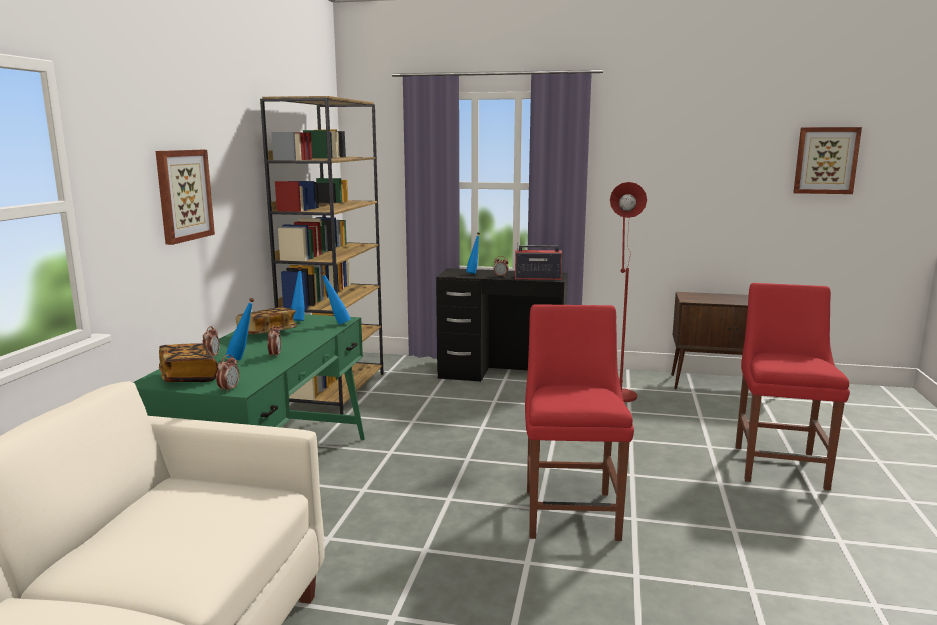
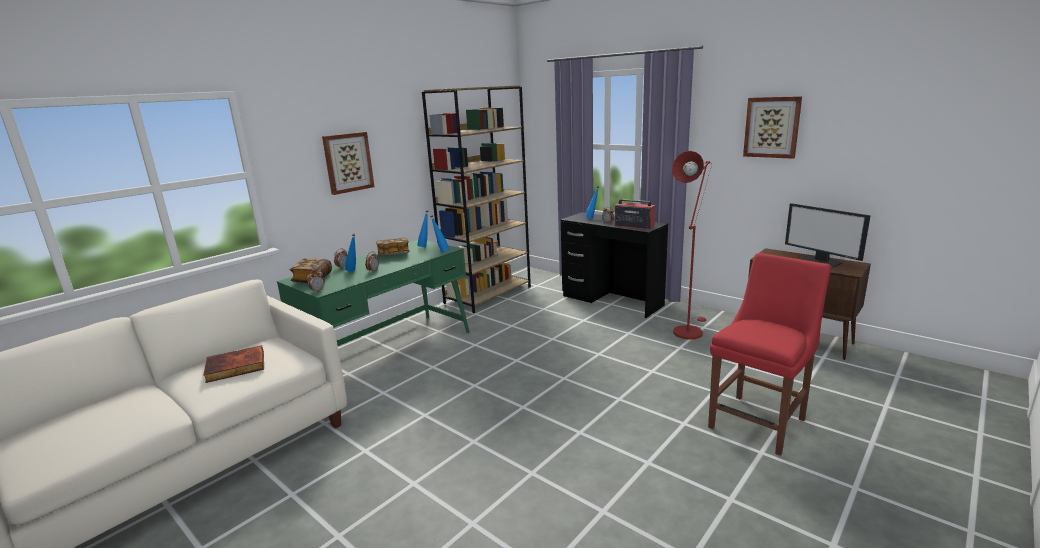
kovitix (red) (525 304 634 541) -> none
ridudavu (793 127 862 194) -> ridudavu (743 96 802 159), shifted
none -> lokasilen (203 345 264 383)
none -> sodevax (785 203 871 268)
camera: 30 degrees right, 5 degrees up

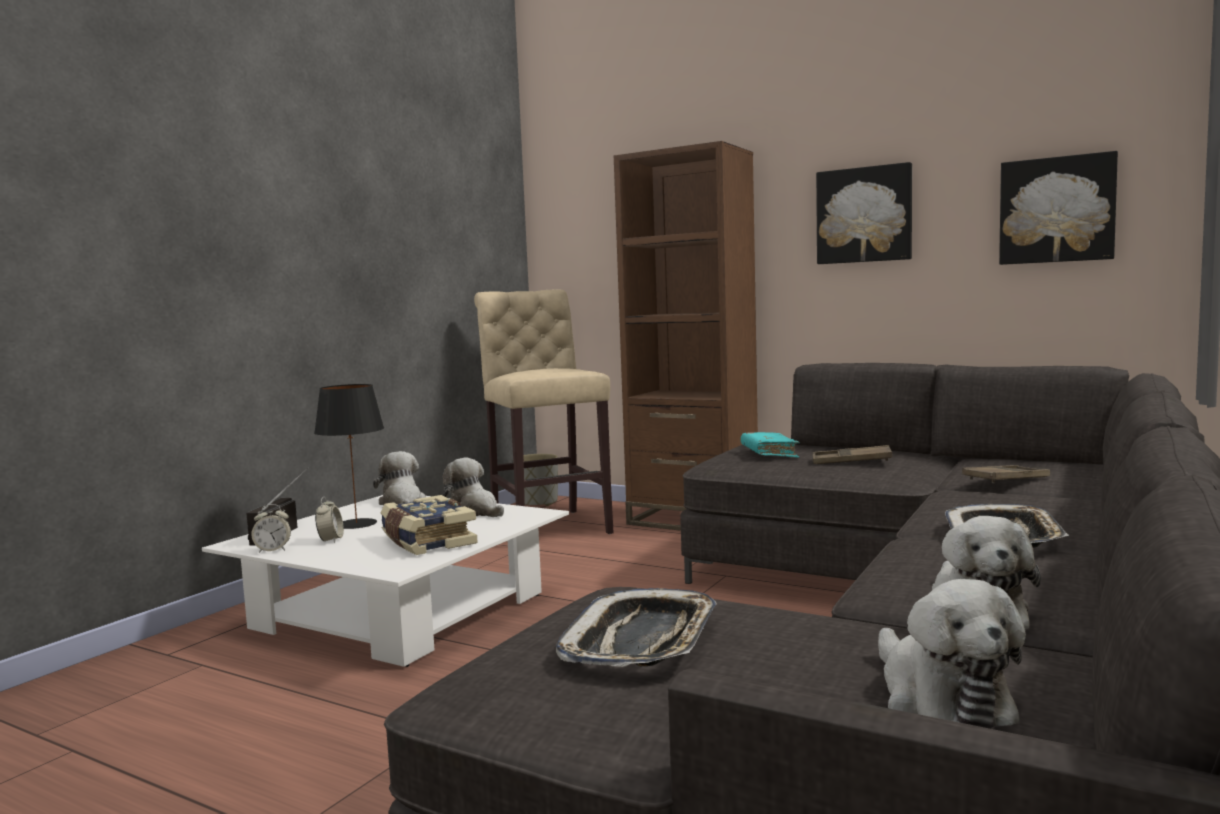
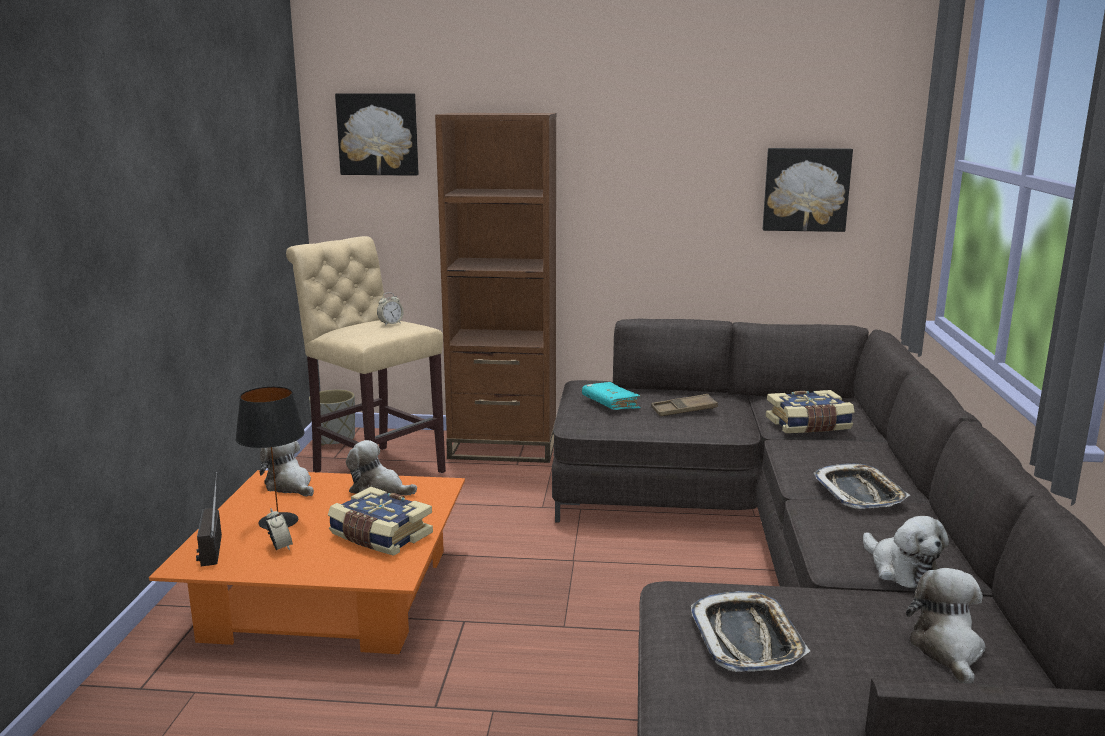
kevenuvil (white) (202 495 569 667) -> kevenuvil (orange) (149 470 465 654)
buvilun (251 504 291 553) -> buvilun (377 292 404 326), shifted
ridudavu (816 162 912 264) -> ridudavu (335 93 419 176), shifted
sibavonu (878 579 1026 729) -> sibavonu (906 568 985 684), 135 degrees counterclockwise
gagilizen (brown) (962 465 1050 483) -> lokasilen (766 390 855 433)
camera: 25 degrees left, 10 degrees up

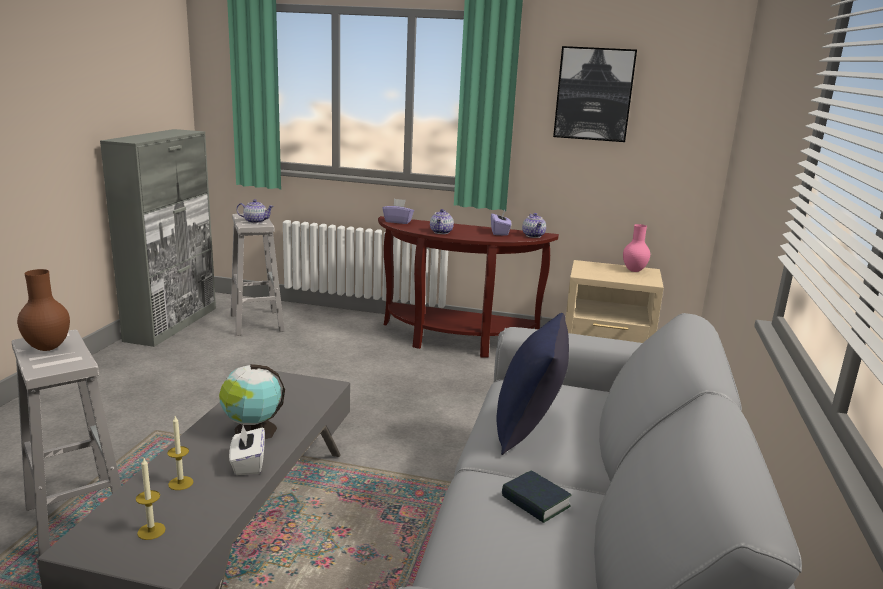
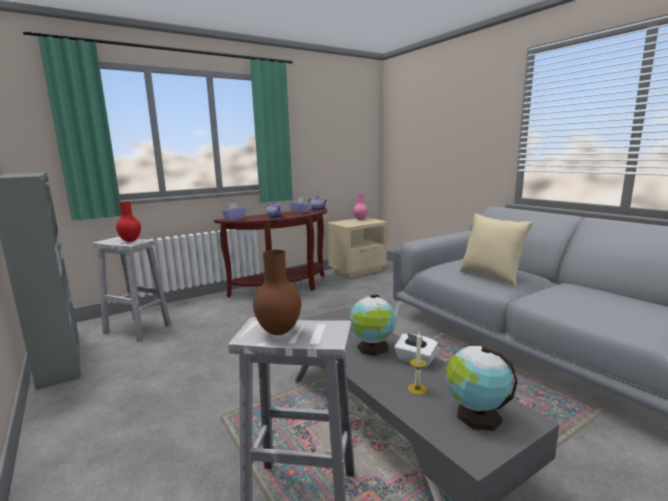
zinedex (136 458 166 540) -> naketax (446 346 517 431)
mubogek (236 199 274 223) -> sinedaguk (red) (116 202 141 242)
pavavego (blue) (497 313 569 455) -> pavavego (beige) (460 214 534 286)
lokasilen (502 471 572 523) -> none
ridudavu (553 46 637 142) -> none
camera: 45 degrees left, 5 degrees down

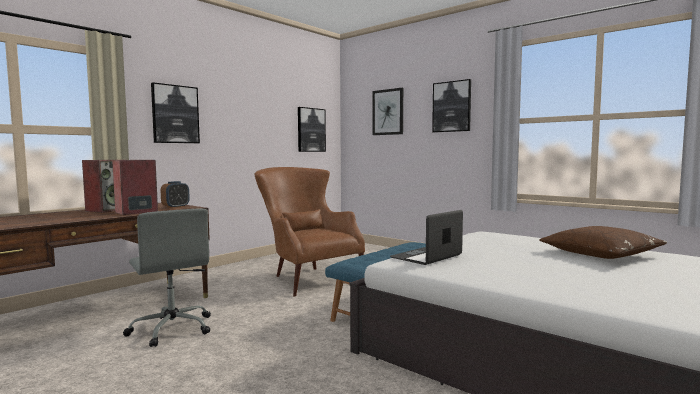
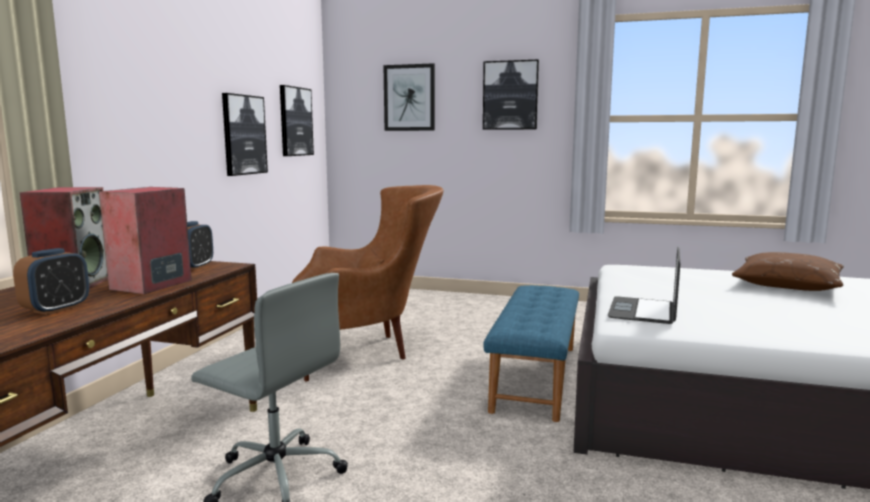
ridudavu (151 82 200 143) -> ridudavu (222 93 268 176), shifted
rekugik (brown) (255 167 365 297) -> rekugik (brown) (292 185 444 382), 135 degrees clockwise
none -> buvilun (13 248 89 315)
camera: 25 degrees left, 5 degrees up

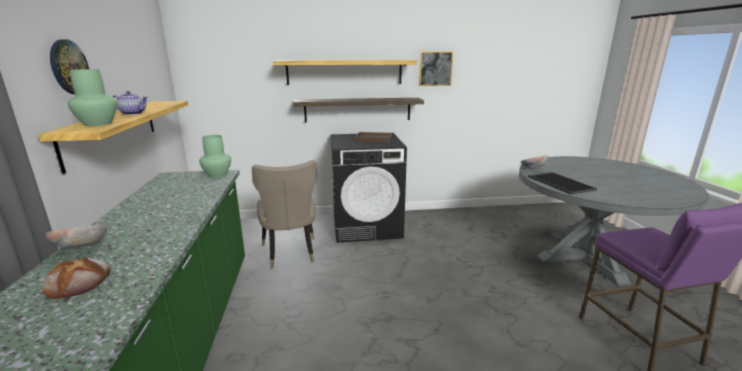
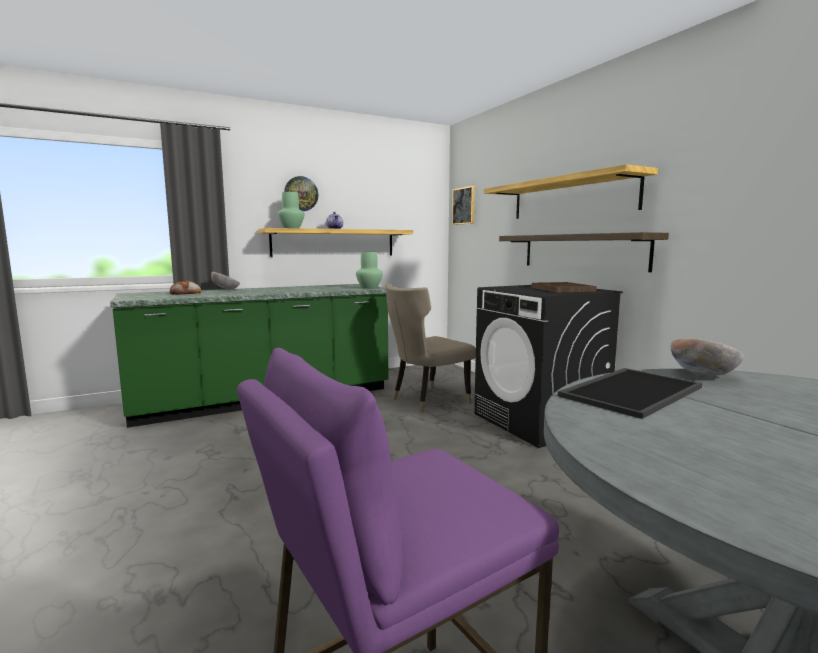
ridudavu (419 51 454 86) -> ridudavu (452 186 475 225), shifted
camera: 70 degrees right, 10 degrees down

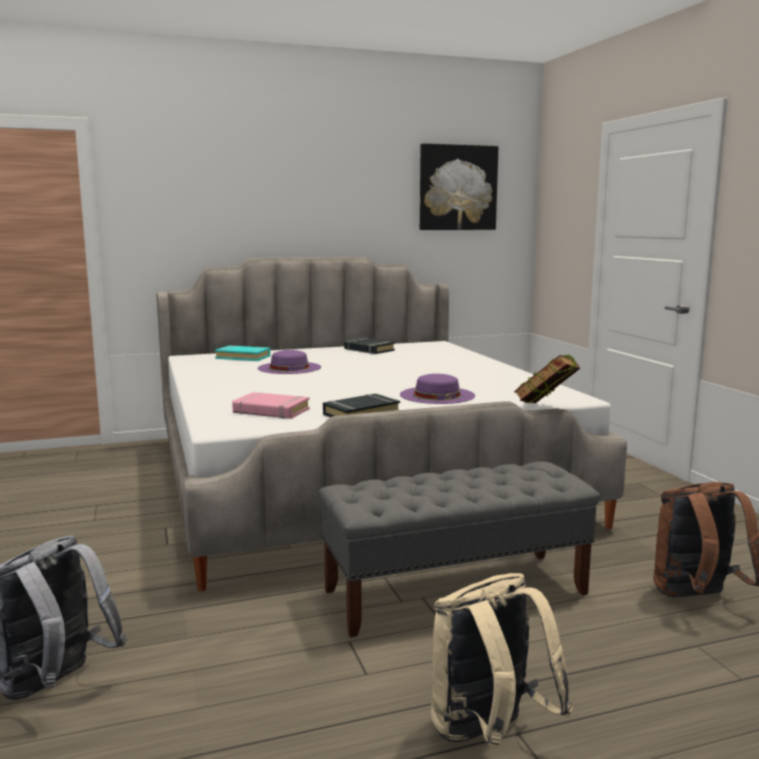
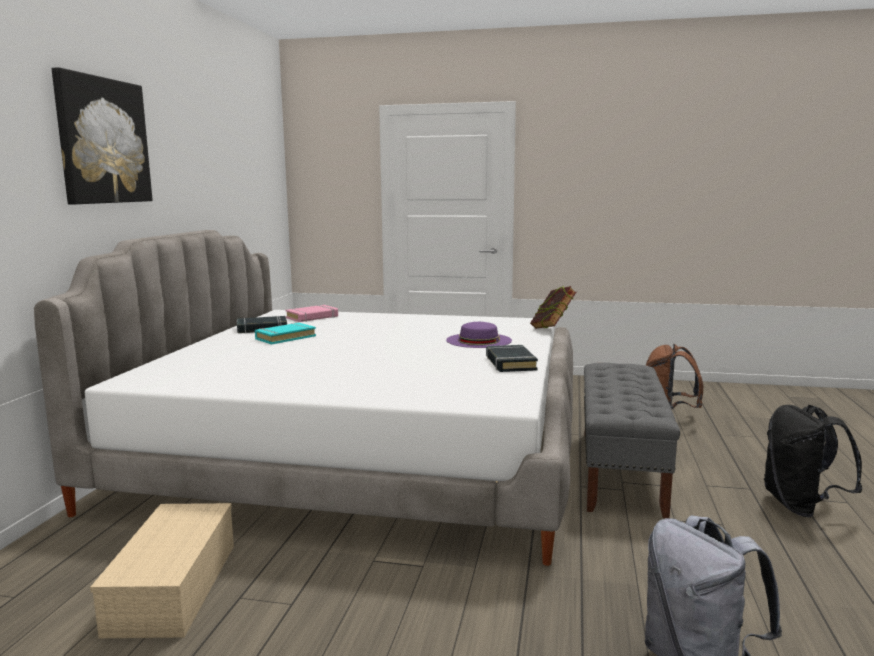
lokasilen (turquoise) (215 345 270 361) -> lokasilen (turquoise) (255 323 316 344), shifted
lokasilen (pink) (232 392 310 419) -> lokasilen (pink) (286 305 338 322), shifted
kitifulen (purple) (258 350 321 374) -> none
ridudavu (420 143 499 230) -> ridudavu (51 67 152 204), shifted
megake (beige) (431 573 573 749) -> megake (black) (764 405 863 517)
none -> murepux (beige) (90 503 234 638)
camera: 60 degrees left, 0 degrees up

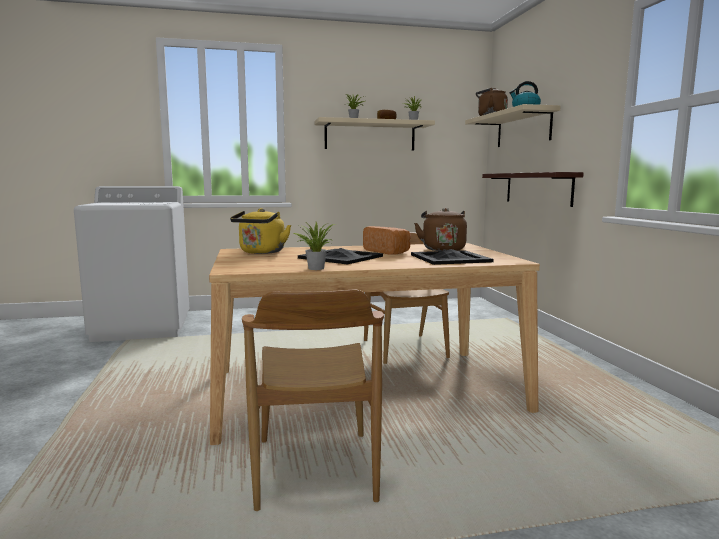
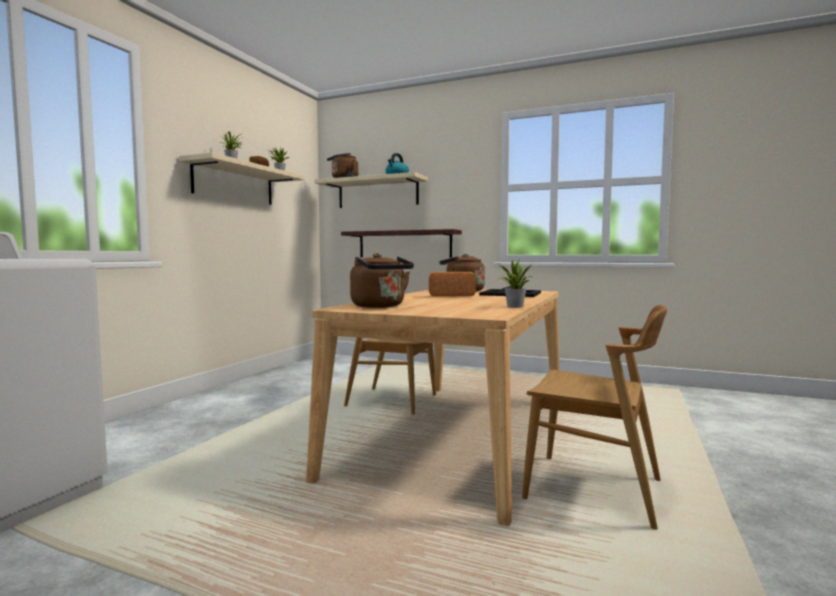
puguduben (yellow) (230 208 291 254) -> puguduben (brown) (350 253 414 308)
gagilizen (black) (298 248 383 265) -> none
camera: 55 degrees left, 5 degrees down

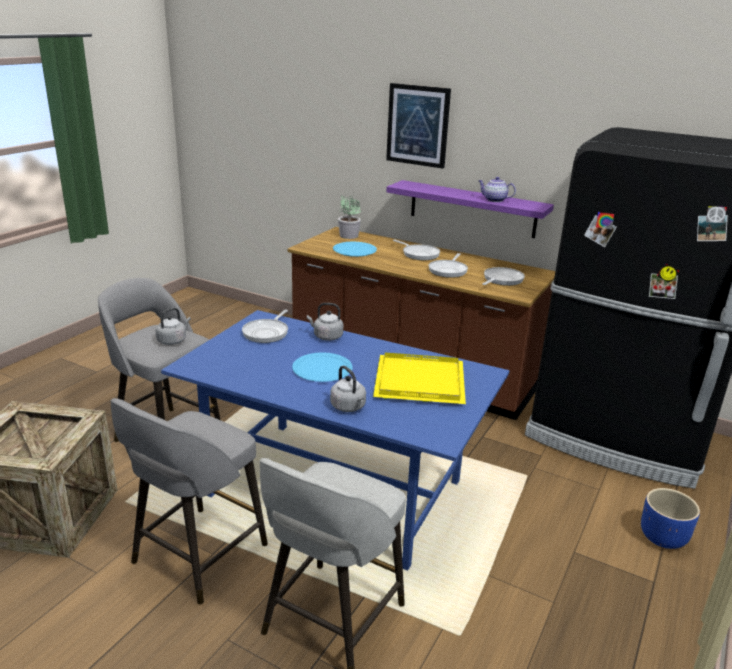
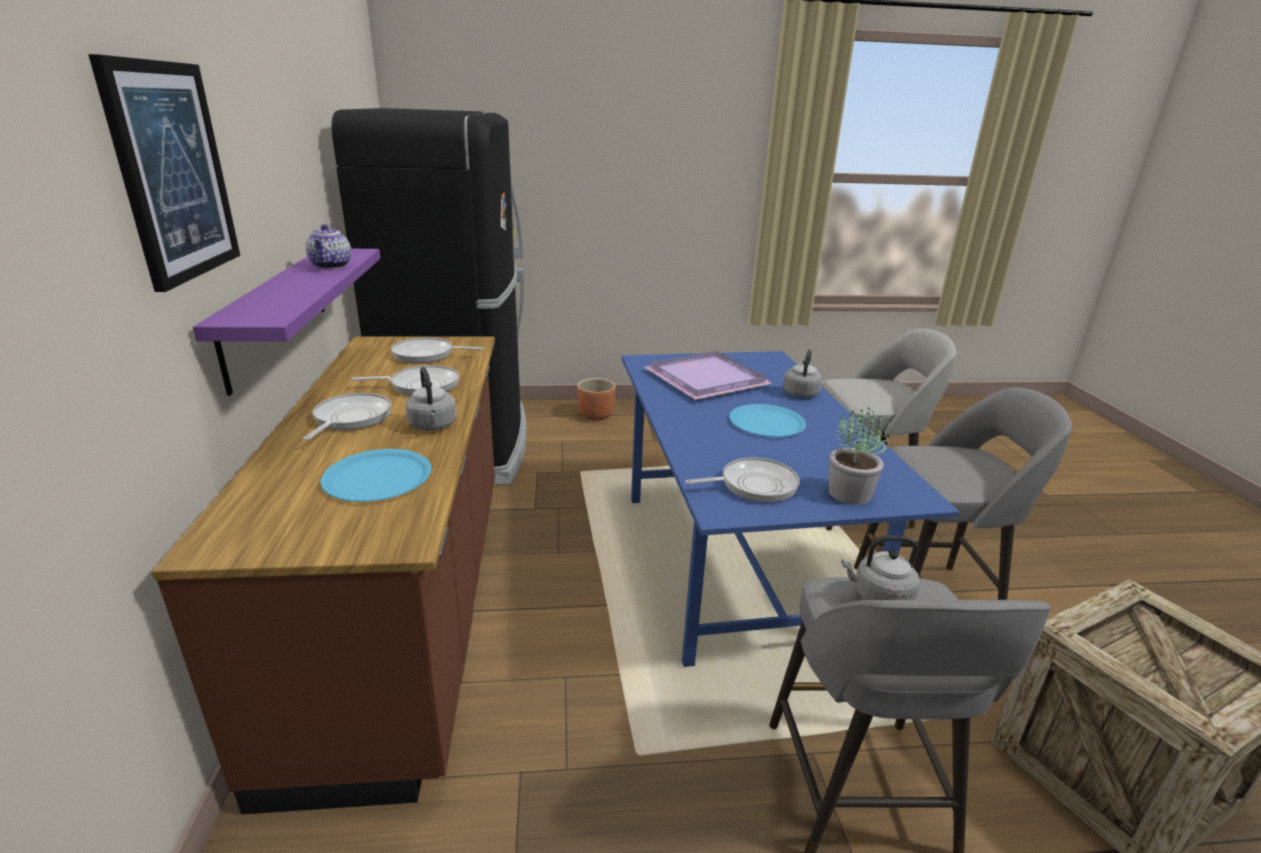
puguduben (grey) (307 303 343 341) -> puguduben (grey) (405 367 457 431), shifted
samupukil (338 195 361 239) -> samupukil (829 407 889 505), shifted
gagilizen (yellow) (373 353 466 404) -> gagilizen (purple) (644 351 773 400)
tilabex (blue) (641 488 700 549) -> tilabex (brown) (577 378 616 420)
camera: 125 degrees left, 0 degrees up

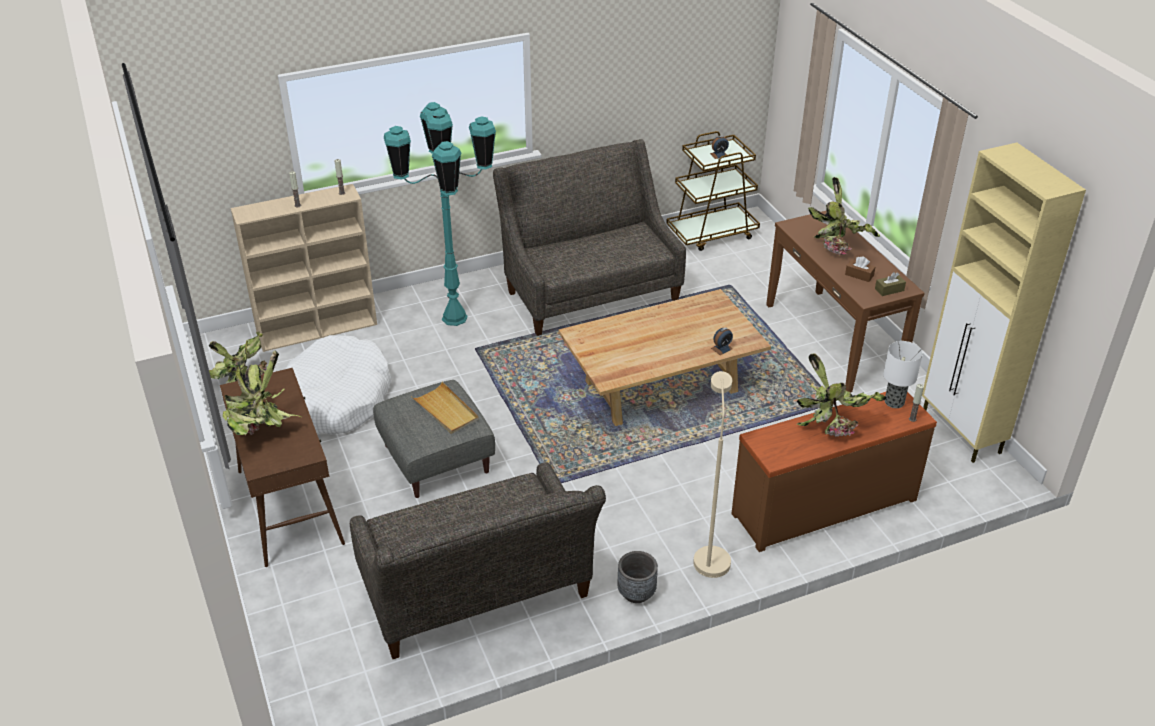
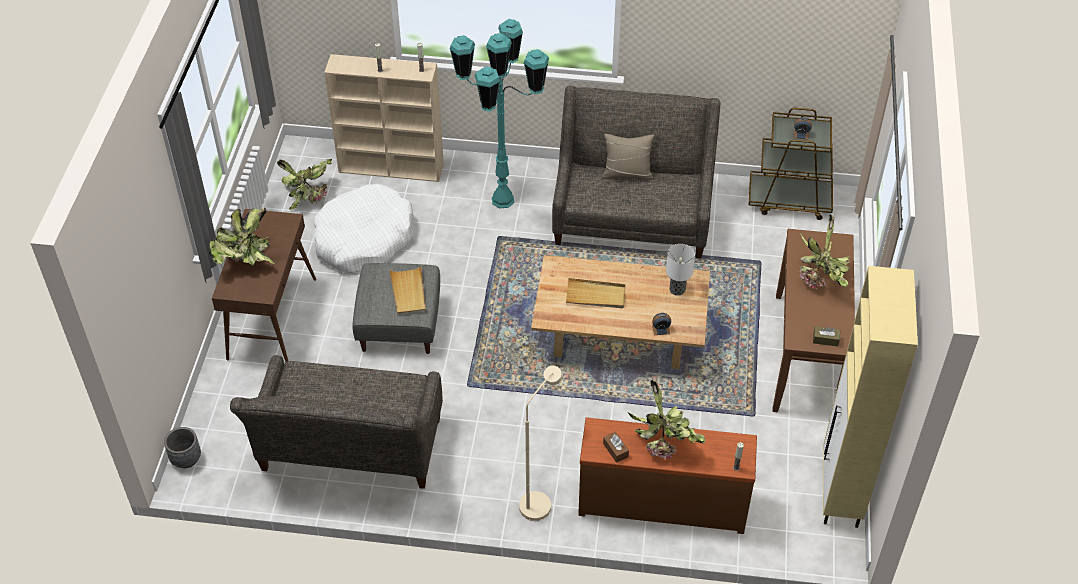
tilabex (grey) (617 551 658 603) -> tilabex (grey) (164 427 201 468), shifted
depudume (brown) (845 256 875 282) -> depudume (brown) (603 432 629 463), shifted
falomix (883 341 923 408) -> falomix (666 244 695 296), shifted
none -> gagilizen (beige) (566 278 626 308)
none -> pavavego (beige) (602 134 654 179)
camera: 30 degrees right, 10 degrees up

